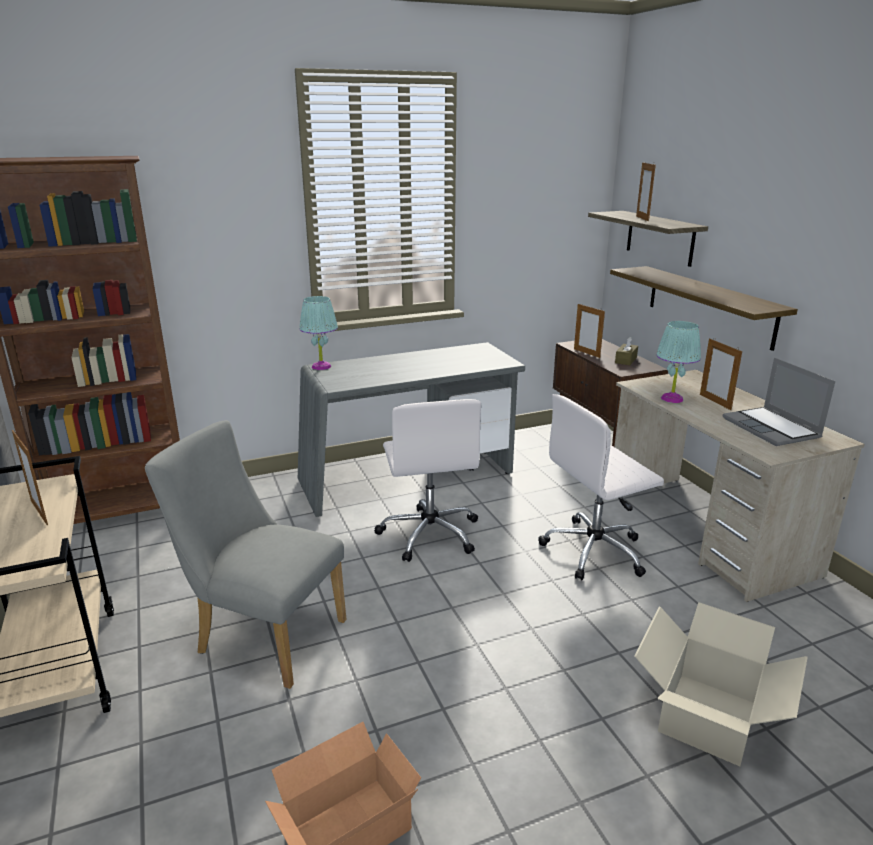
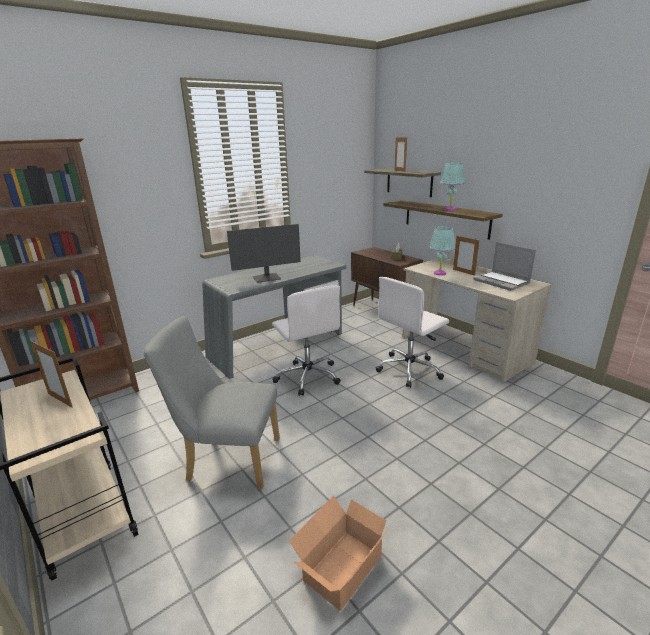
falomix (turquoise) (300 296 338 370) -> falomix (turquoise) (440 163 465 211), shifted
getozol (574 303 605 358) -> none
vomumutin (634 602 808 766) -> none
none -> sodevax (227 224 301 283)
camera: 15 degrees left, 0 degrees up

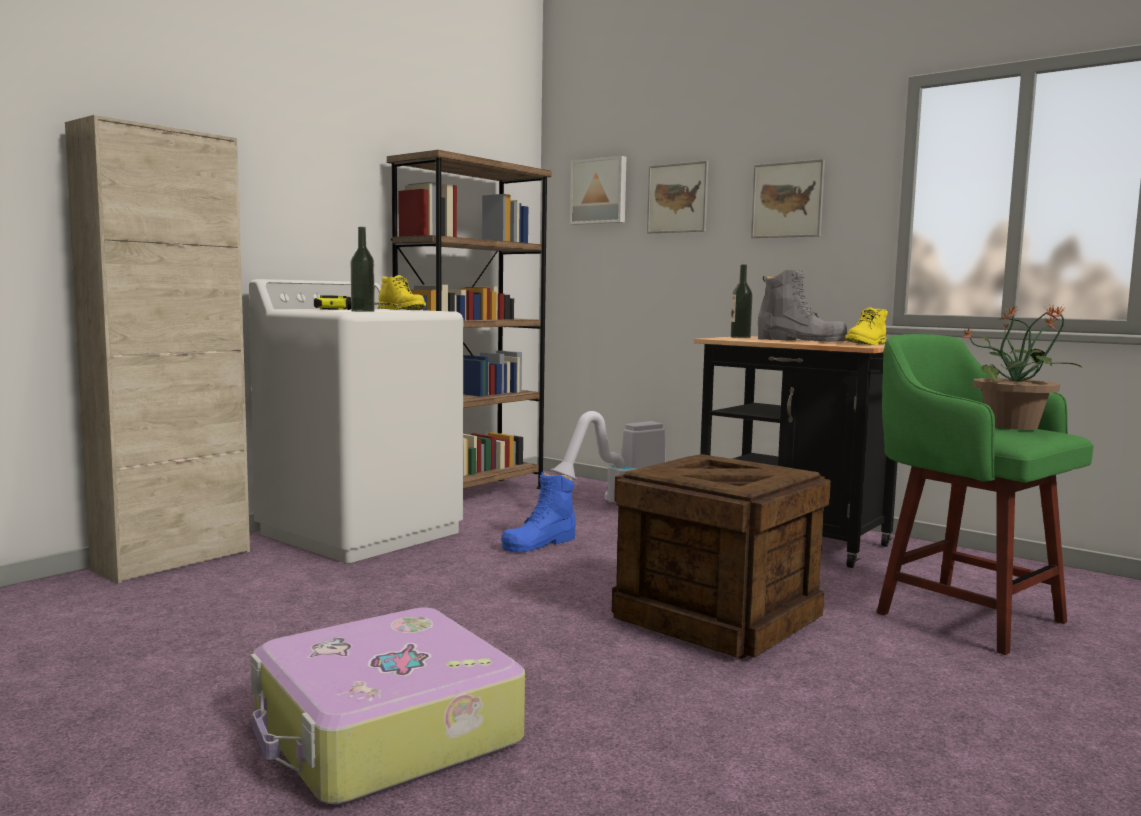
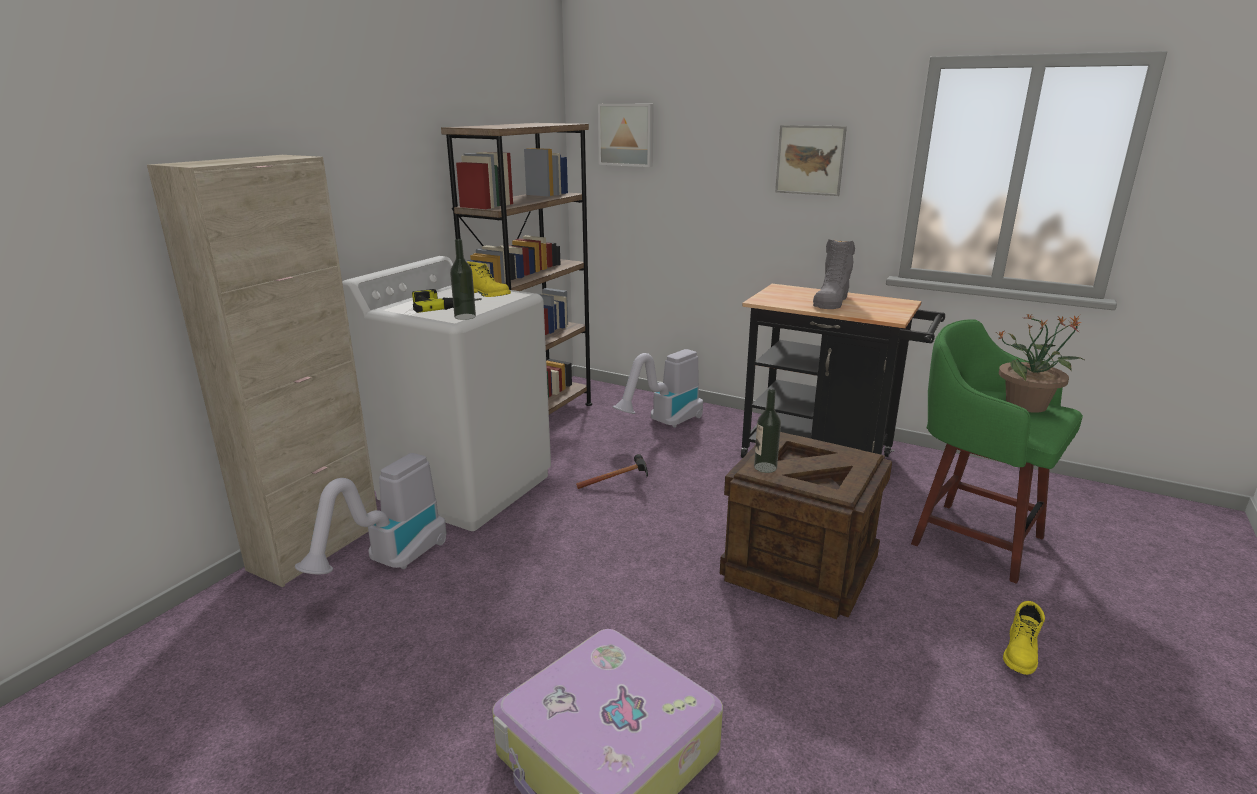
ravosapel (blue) (501 472 576 553) -> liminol (576 454 648 489)
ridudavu (647 161 708 233) -> none
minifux (731 264 752 338) -> minifux (754 389 781 473), shifted
ravosapel (grey) (758 270 848 342) -> ravosapel (grey) (813 239 855 309), 90 degrees clockwise
ravosapel (yellow) (845 307 888 345) -> ravosapel (yellow) (1003 601 1045 675), shifted
none -> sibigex (295 453 447 574)
camera: 10 degrees left, 15 degrees up

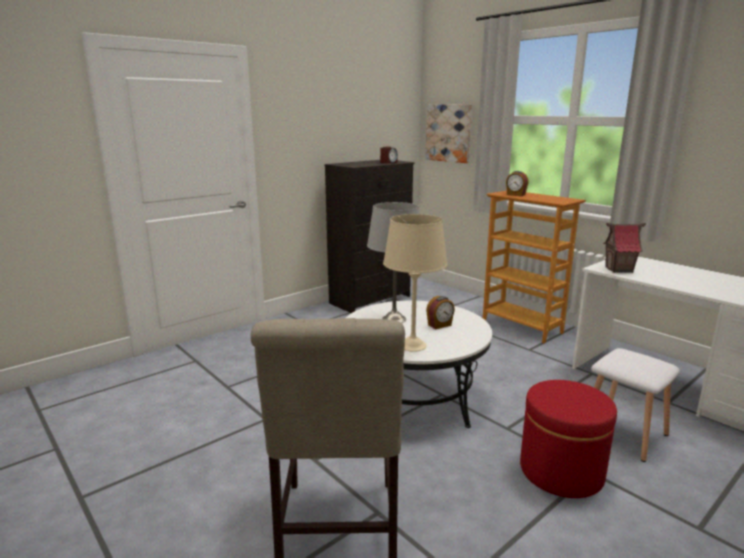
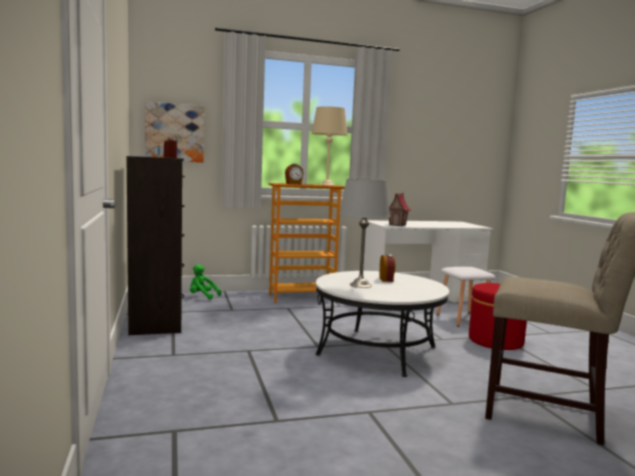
falomix (beige) (383 214 448 352) -> falomix (beige) (312 106 348 186), shifted
none -> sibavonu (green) (190 264 221 300)
camera: 65 degrees left, 10 degrees down

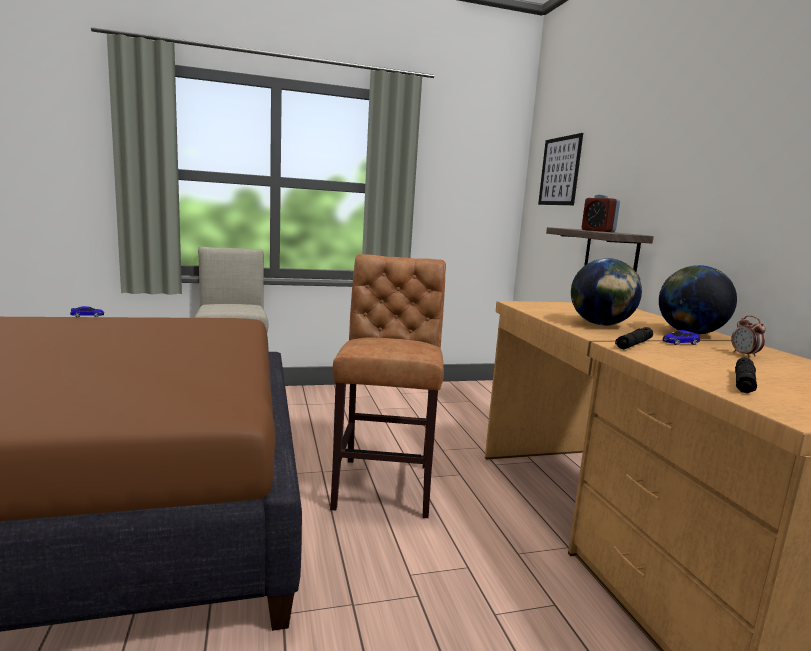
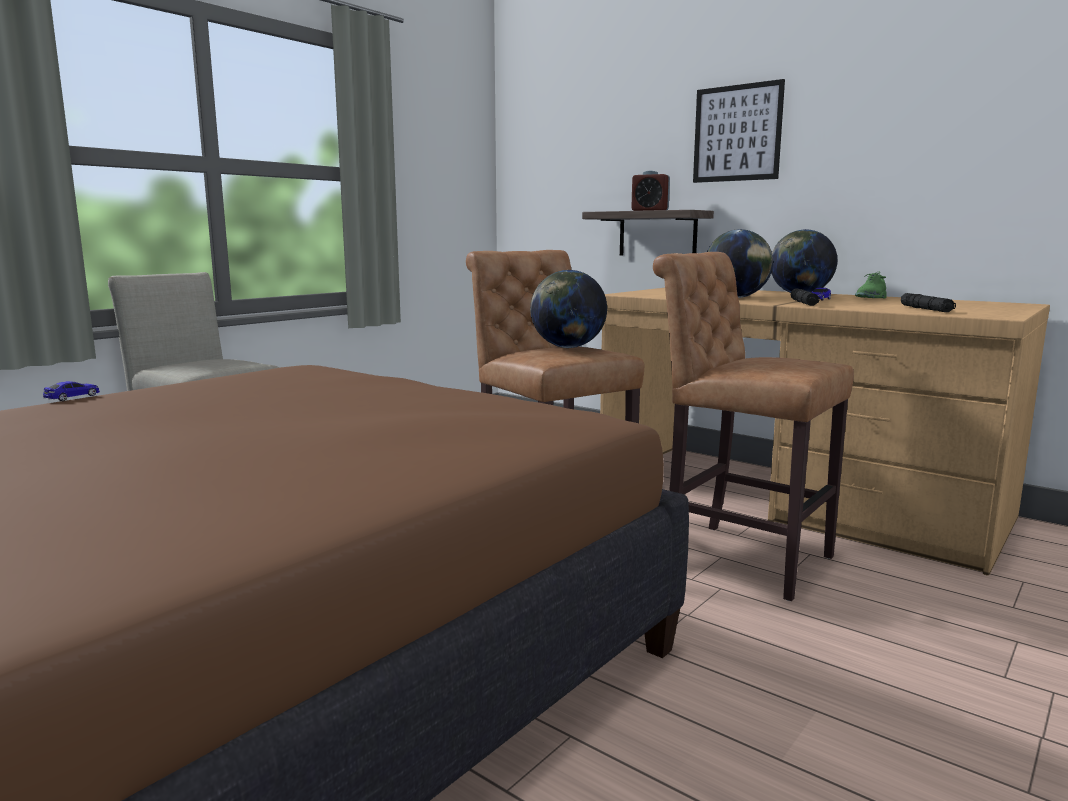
ridudavu (538 133 583 205) -> ridudavu (693 79 785 183), shifted
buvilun (731 316 766 358) -> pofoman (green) (855 272 887 298)
none -> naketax (530 270 607 348)
none -> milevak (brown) (653 252 854 601)
camera: 35 degrees left, 0 degrees up

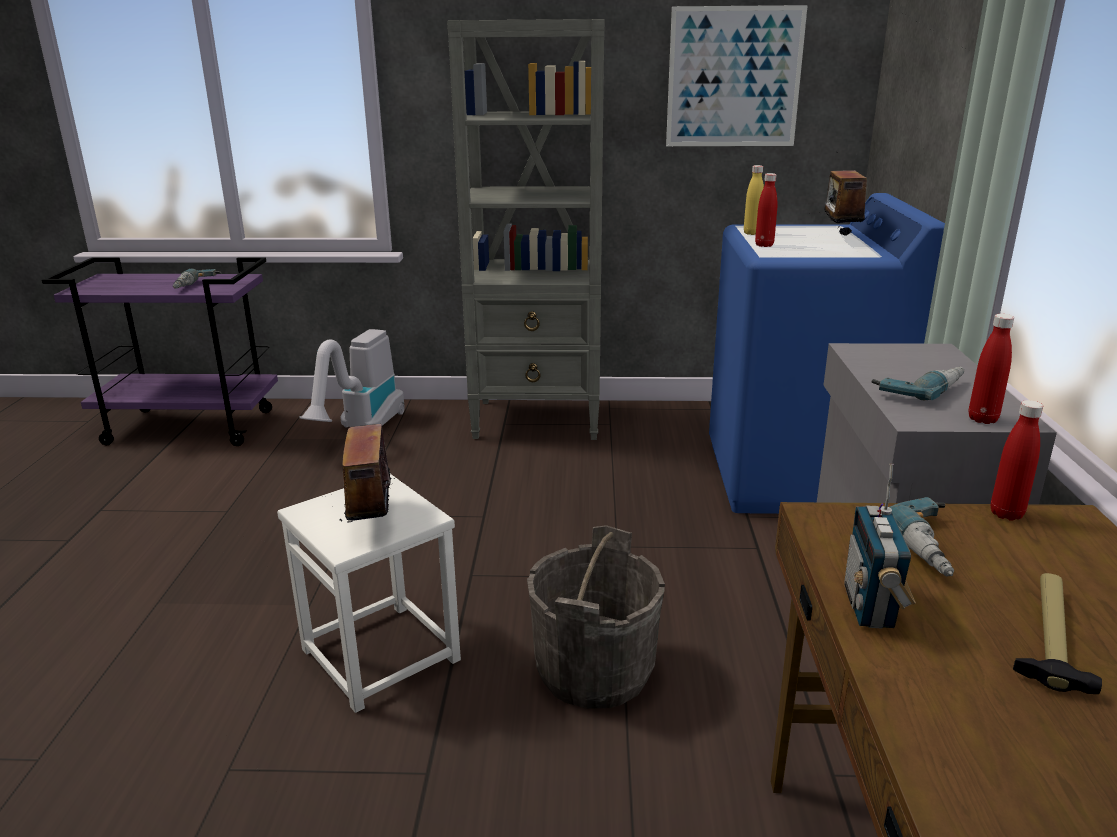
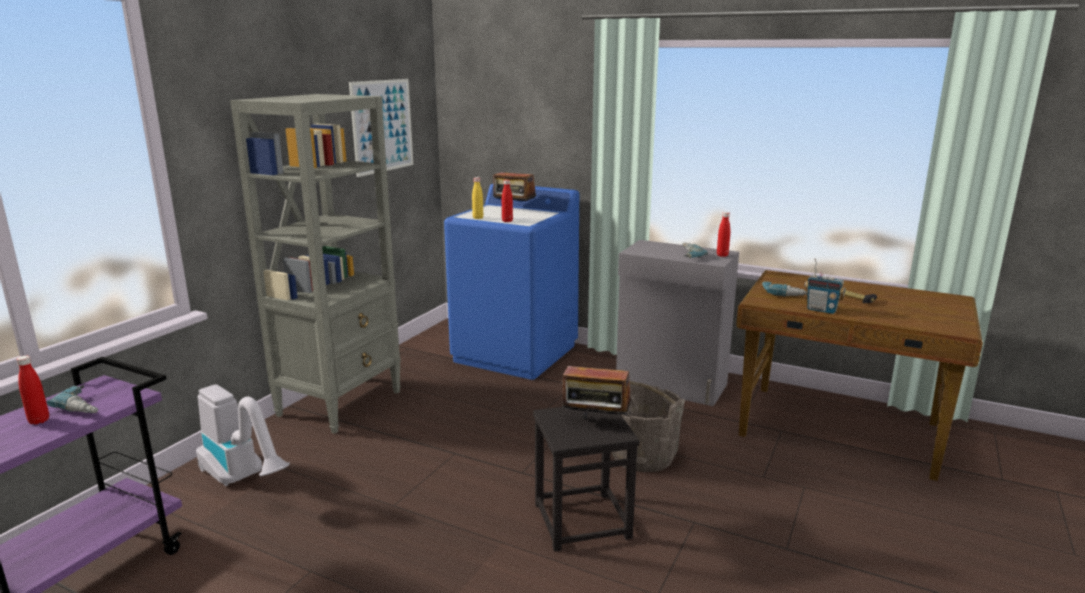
milevak (white) (277 474 461 713) -> milevak (black) (533 407 640 552)
minifux (red) (991 400 1043 521) -> minifux (red) (16 356 49 425), shifted
camera: 65 degrees left, 5 degrees down

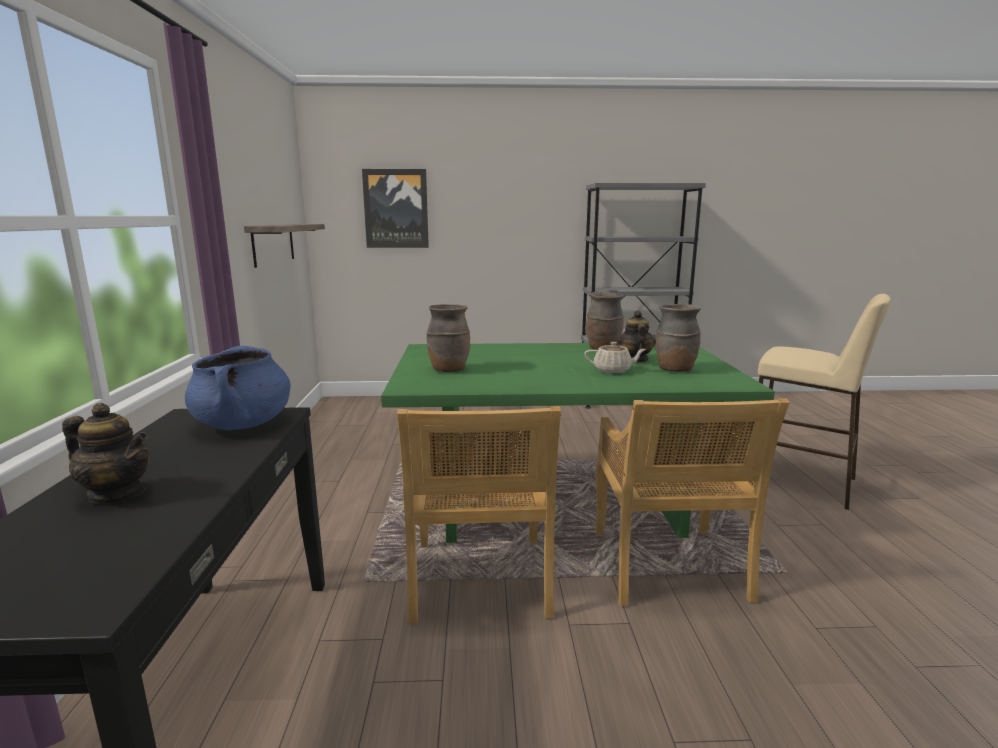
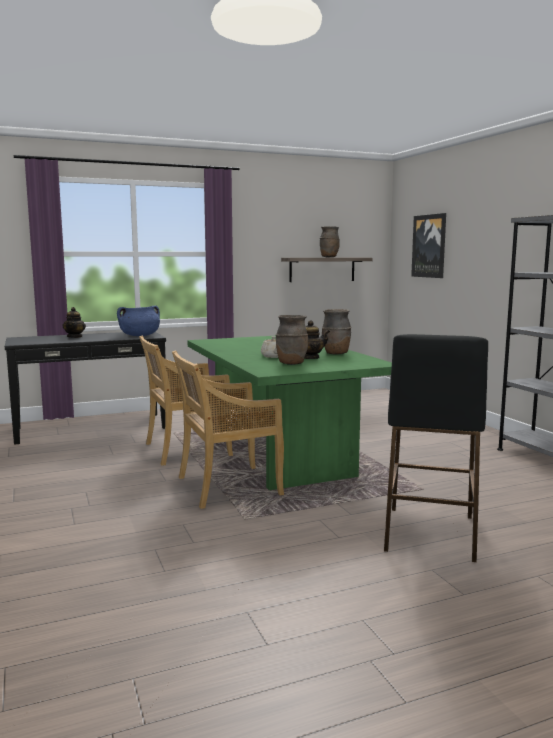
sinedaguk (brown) (426 304 470 372) -> sinedaguk (brown) (320 226 340 257), shifted
milevak (beige) (758 294 891 510) -> milevak (black) (384 334 488 562)
camera: 70 degrees right, 5 degrees down

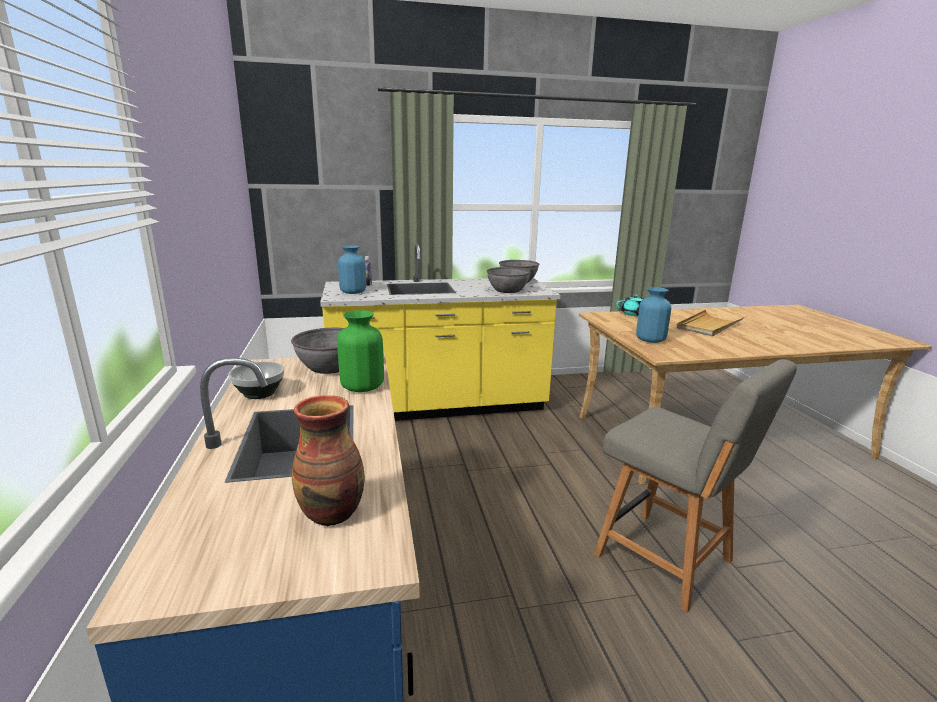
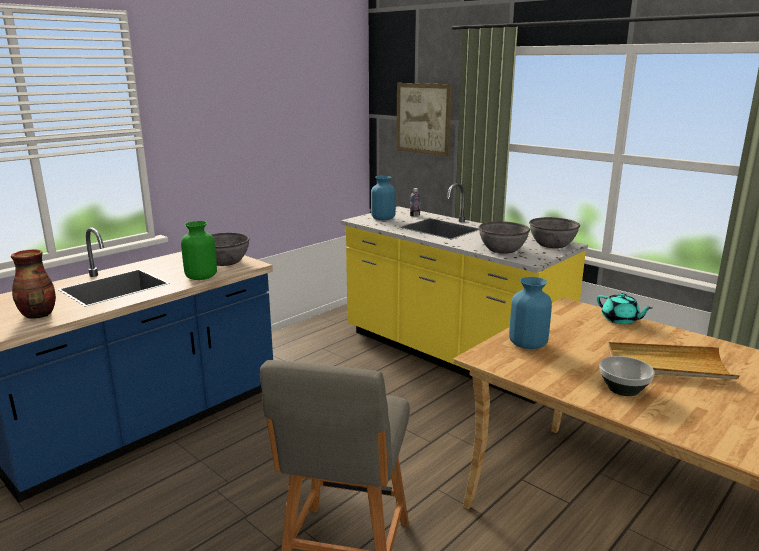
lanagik (229 362 284 399) -> lanagik (600 356 655 396), shifted
none -> ridudavu (396 83 452 156)
camera: 55 degrees right, 0 degrees up

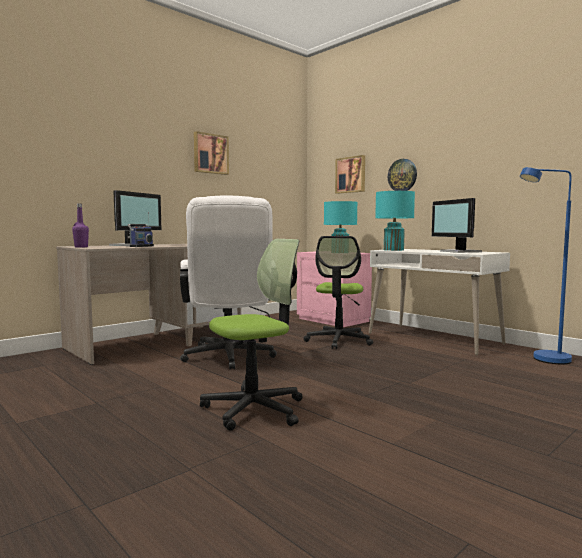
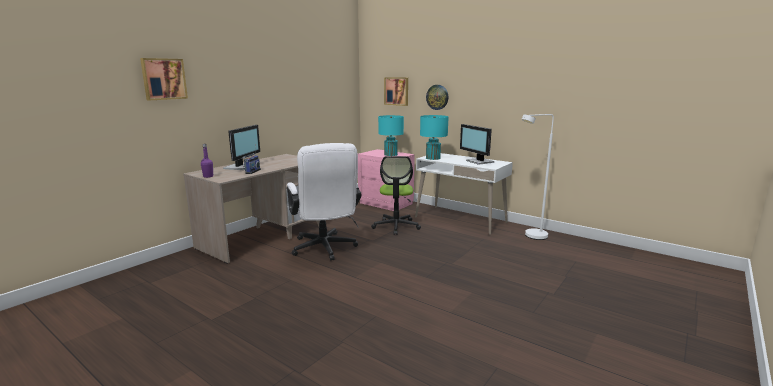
ridudavu (194 131 229 175) -> ridudavu (140 58 188 100), shifted
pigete (200 239 303 431) -> none
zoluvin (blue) (520 167 572 364) -> zoluvin (white) (522 114 554 240)
camera: 10 degrees left, 10 degrees up

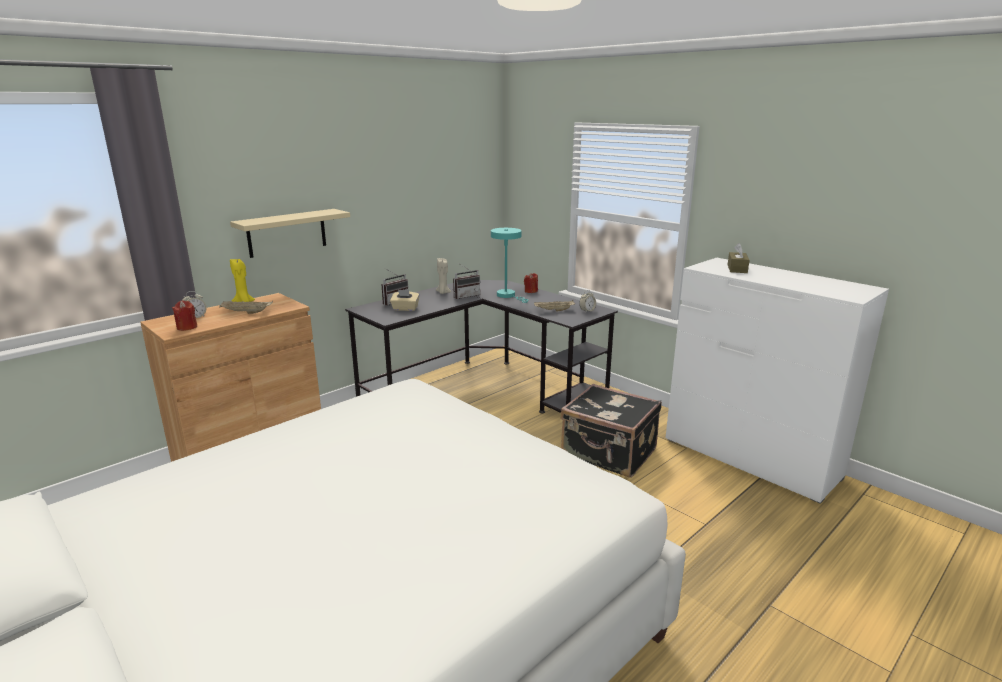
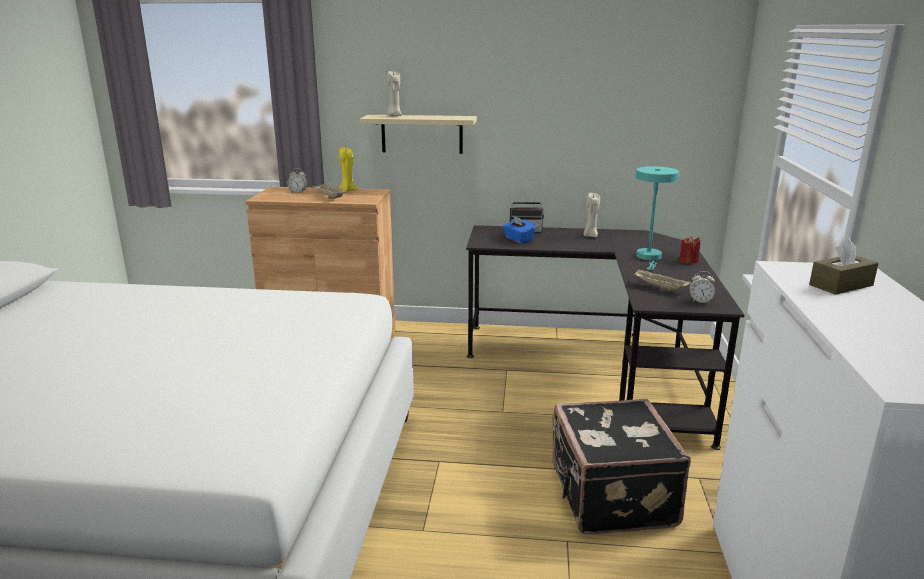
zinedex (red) (172 300 197 331) -> none
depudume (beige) (390 290 420 311) -> depudume (blue) (503 216 536 243)
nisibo (453 263 480 299) -> none
none -> zinedex (beige) (387 70 402 116)
camera: 50 degrees right, 0 degrees up

